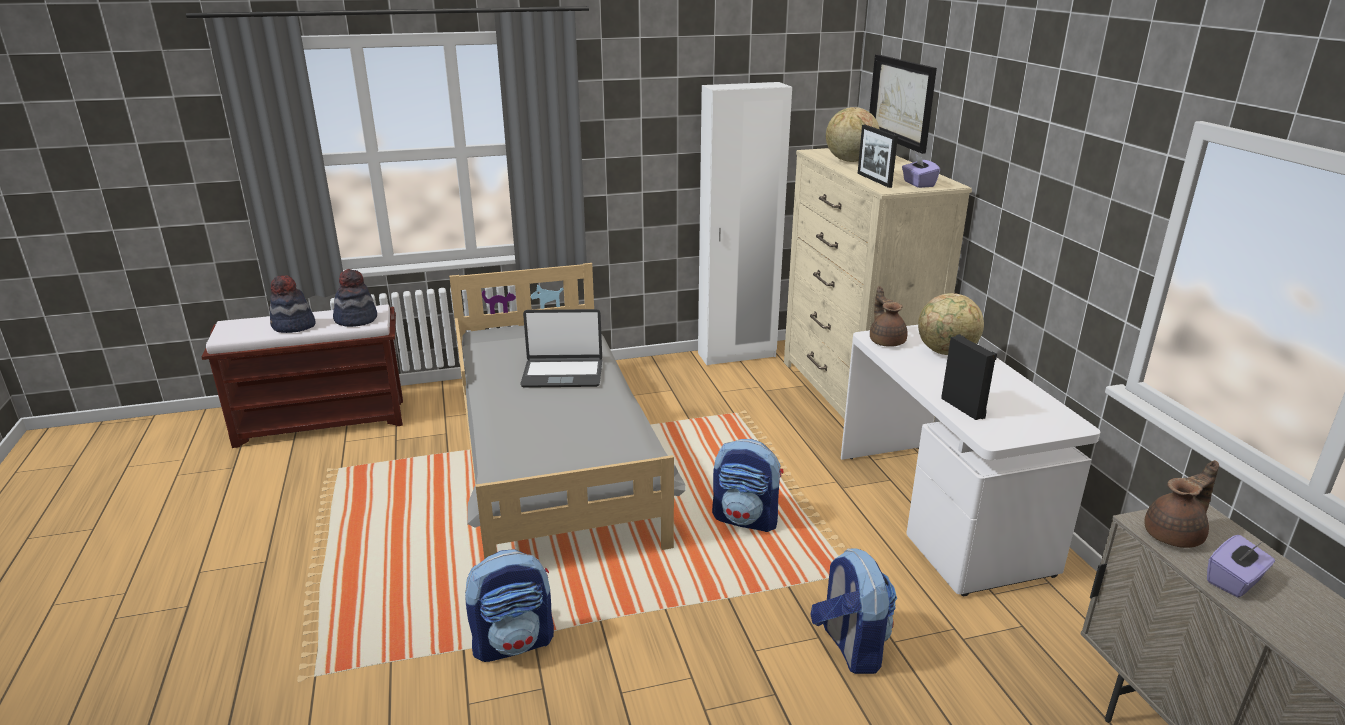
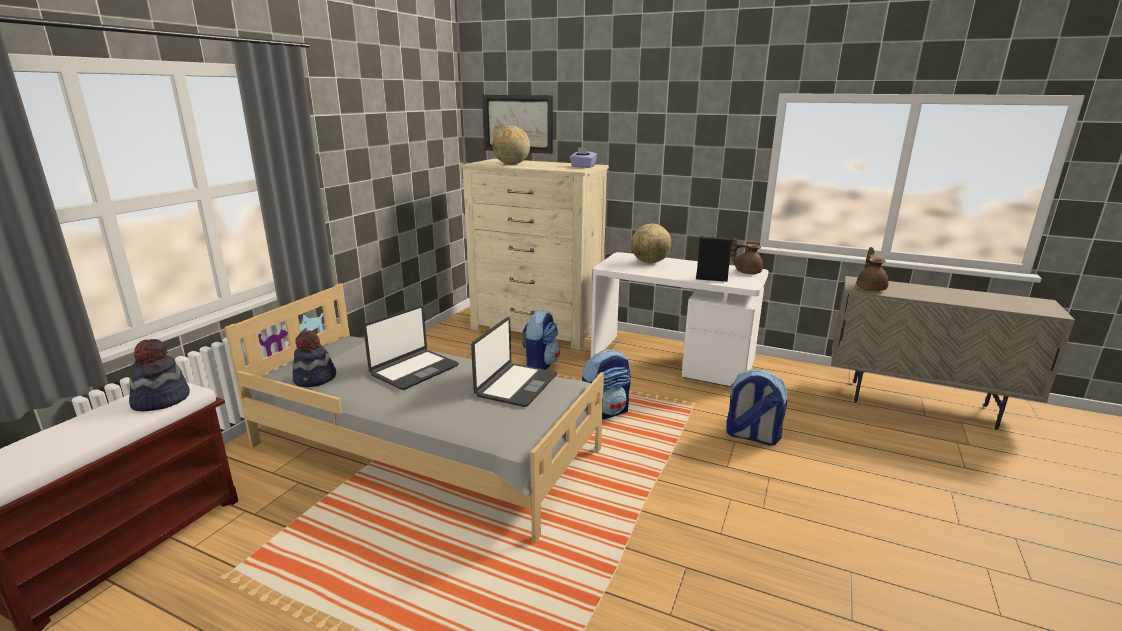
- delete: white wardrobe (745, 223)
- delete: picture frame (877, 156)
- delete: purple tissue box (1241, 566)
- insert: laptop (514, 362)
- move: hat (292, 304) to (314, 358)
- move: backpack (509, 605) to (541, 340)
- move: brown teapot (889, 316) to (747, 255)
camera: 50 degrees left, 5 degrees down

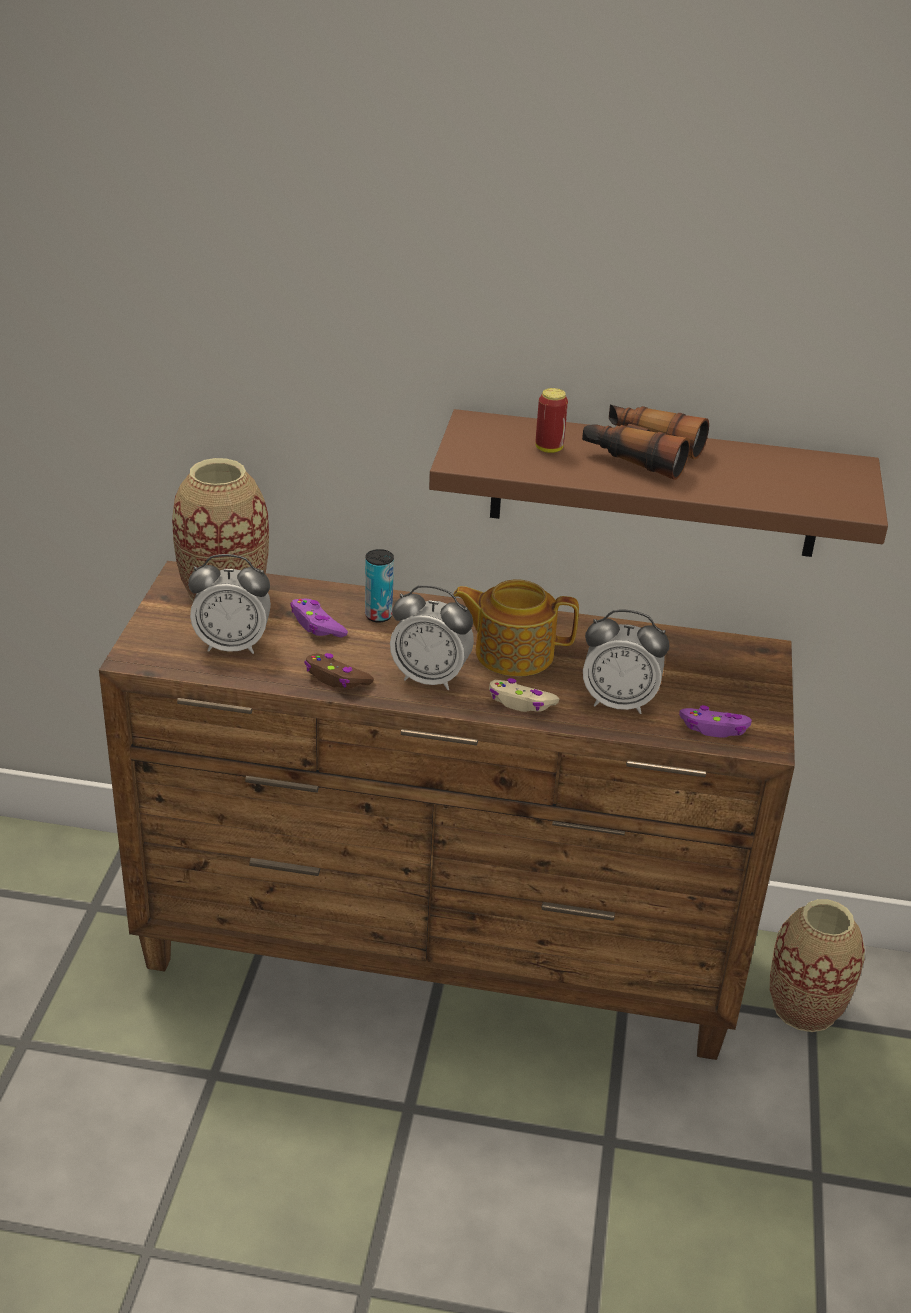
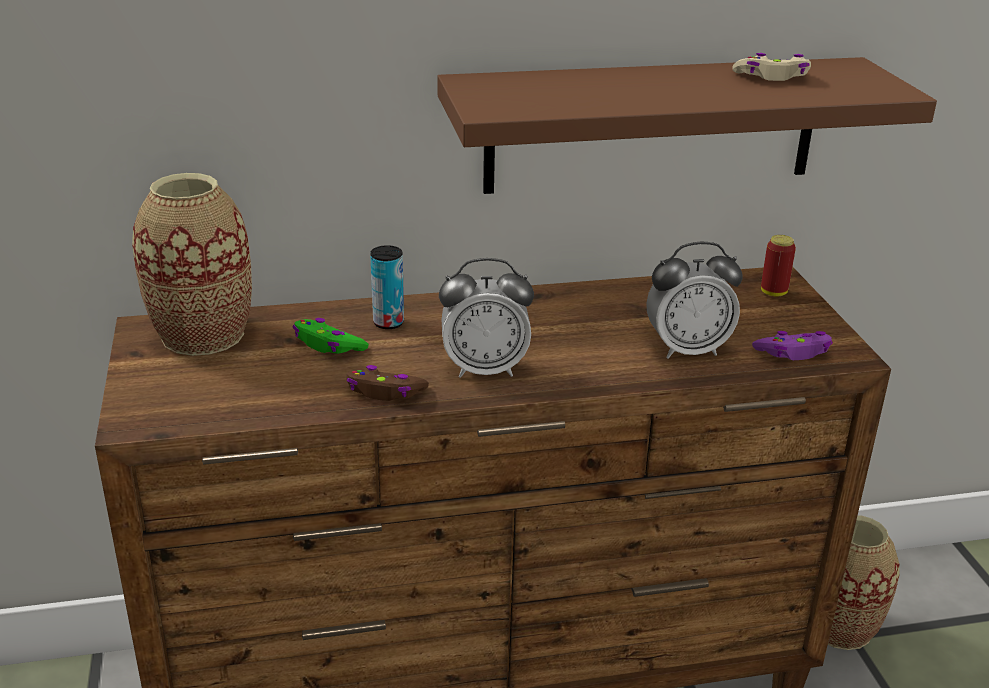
- delete: alarm clock (229, 604)
- delete: teapot (516, 628)
- delete: binoculars (645, 442)
- move: beige game controller (524, 695) to (772, 67)
- move: can (551, 420) to (778, 266)
- recolor: purple game controller (319, 618) to green game controller (330, 336)
camera: 20 degrees left, 5 degrees down

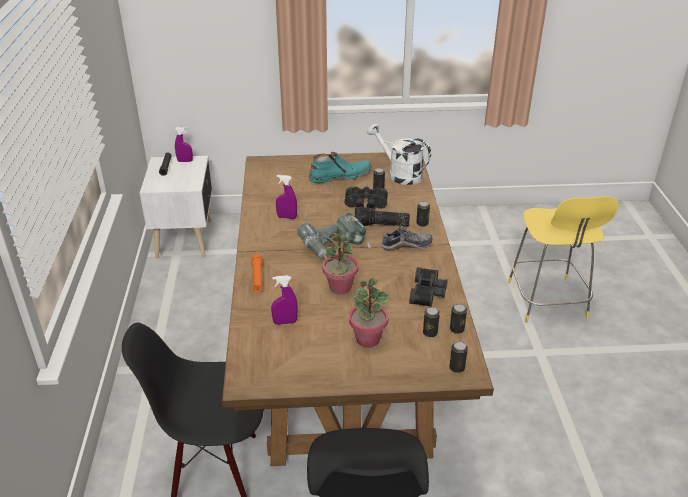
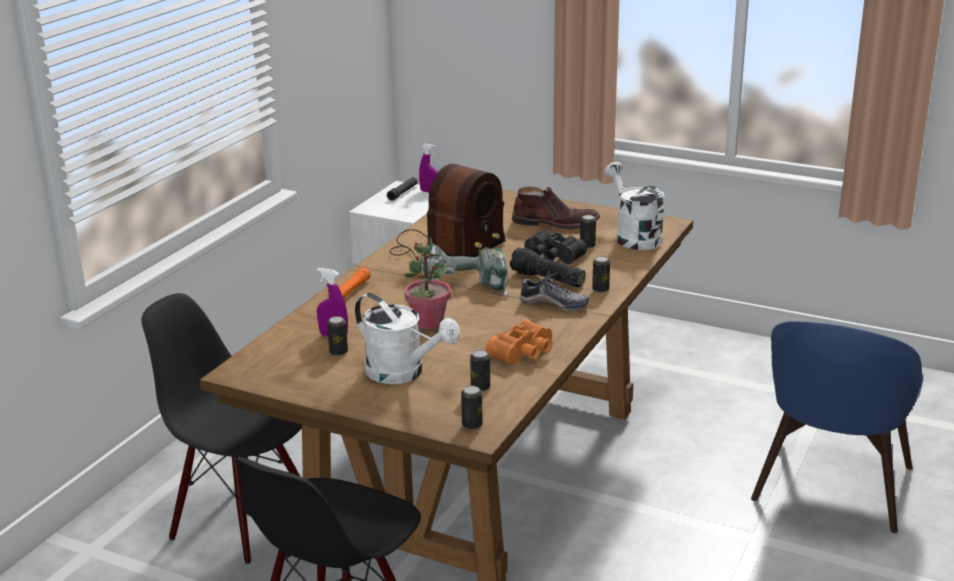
- move: can (458, 319) to (337, 336)
- replace: purple spray bottle (286, 197) to radio (447, 212)
- replace: potted plant (369, 313) to white watering can (407, 338)
- replace: yellow stool (563, 259) to blue chair (837, 427)
- recolor: turquoise boot (340, 167) to brown boot (556, 208)
- recolor: black binoculars (428, 287) to orange binoculars (519, 342)
camera: 30 degrees right, 10 degrees down

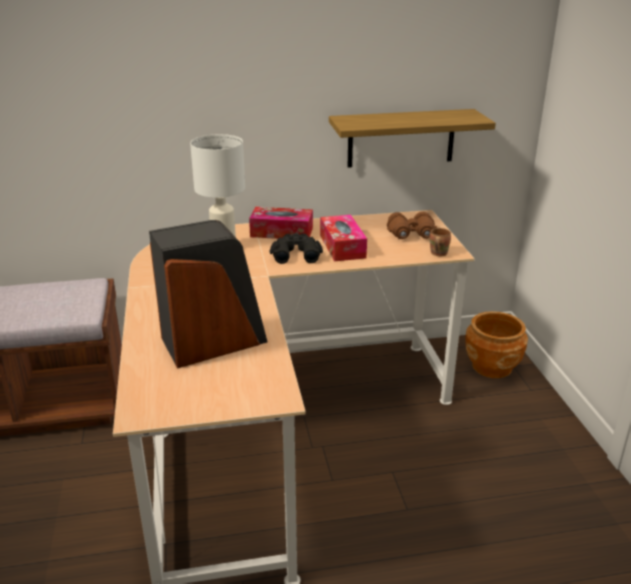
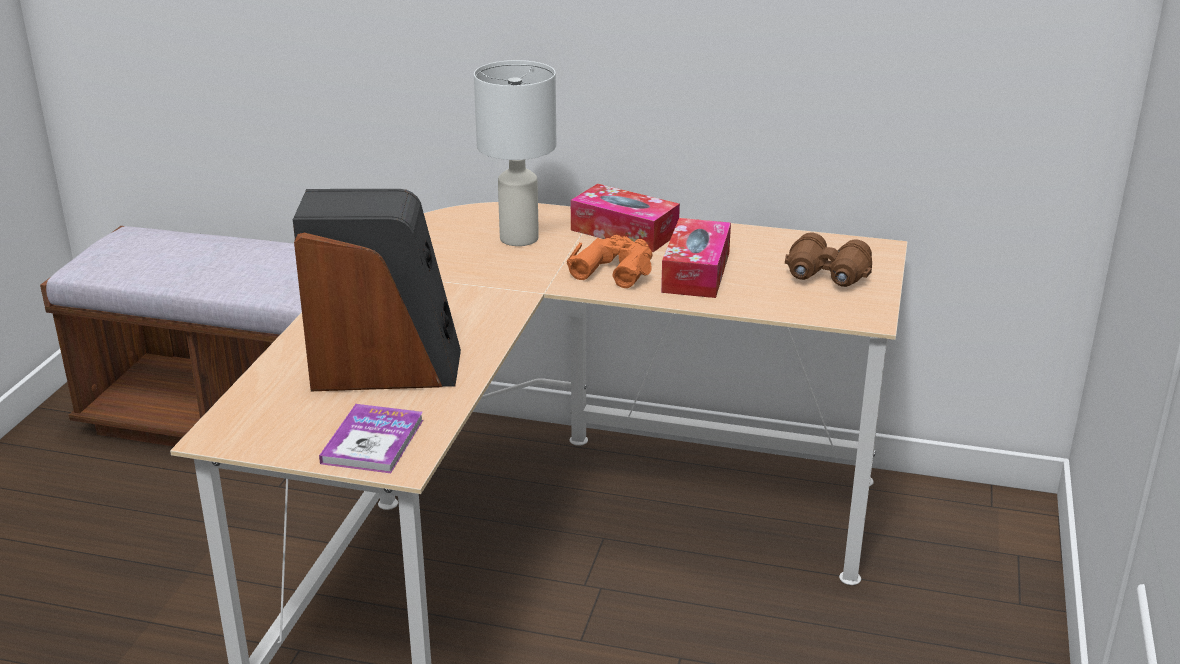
- delete: shelf (412, 138)
- delete: brown mug (440, 242)
- delete: brown planter (496, 344)
- insert: book (371, 438)
- recolor: black binoculars (296, 248) to orange binoculars (609, 261)
camera: 25 degrees right, 0 degrees up

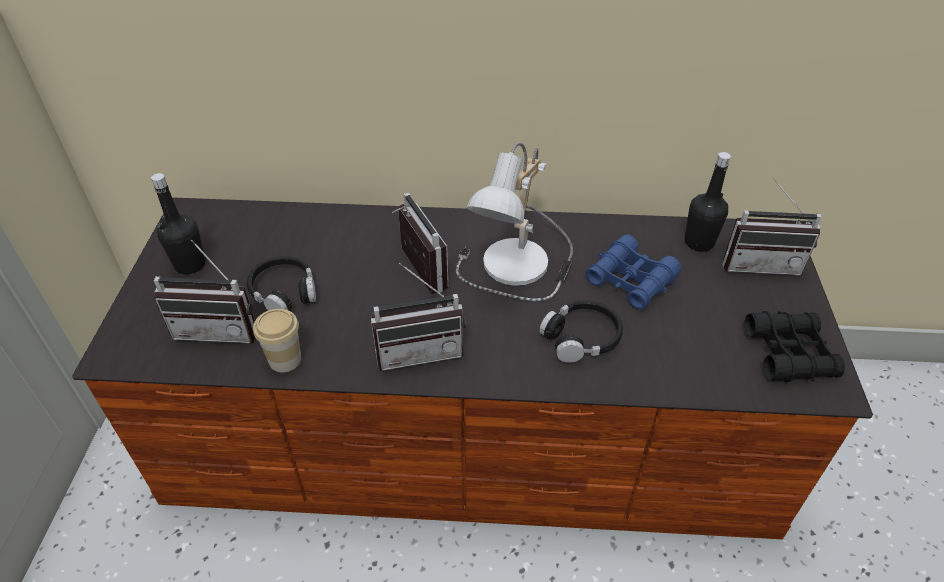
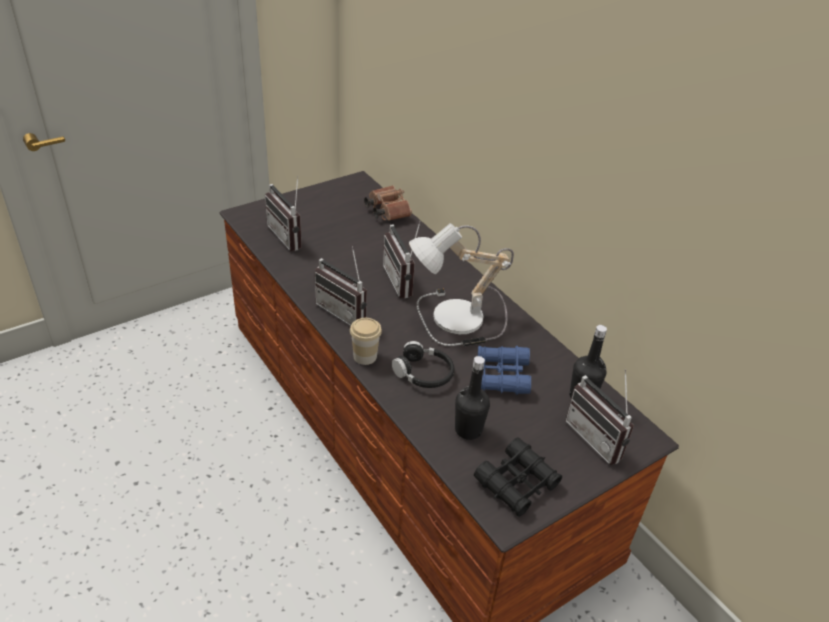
- delete: black headphones (281, 283)
- insert: brown binoculars (388, 203)
- move: black bottle (178, 223) to (472, 398)
- move: cup (277, 340) to (366, 341)
- rotate: radio (420, 243) = (401, 259) 135 degrees clockwise
camera: 50 degrees right, 5 degrees down

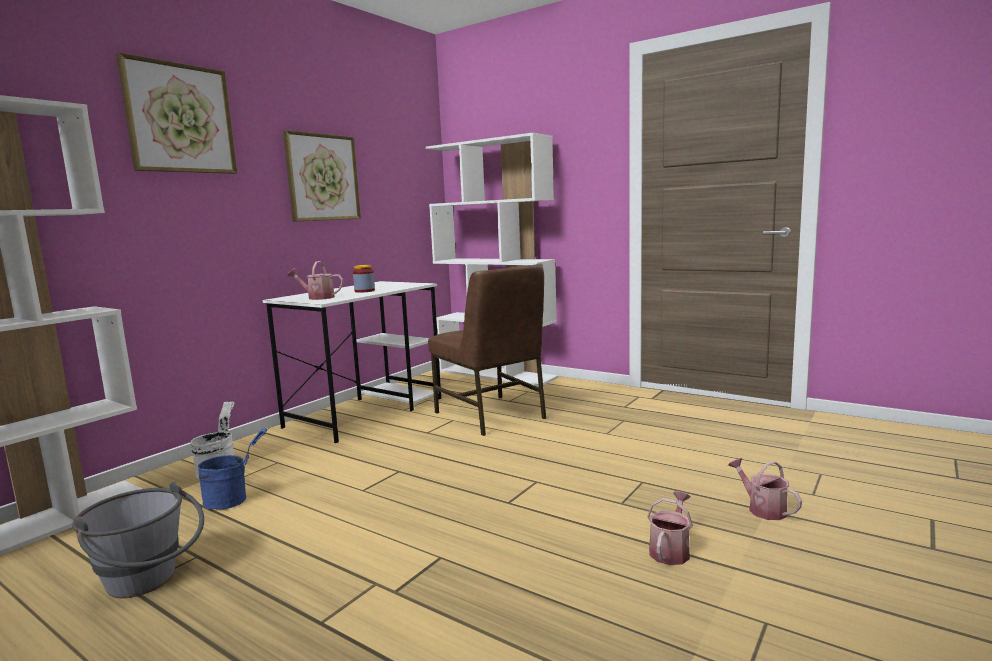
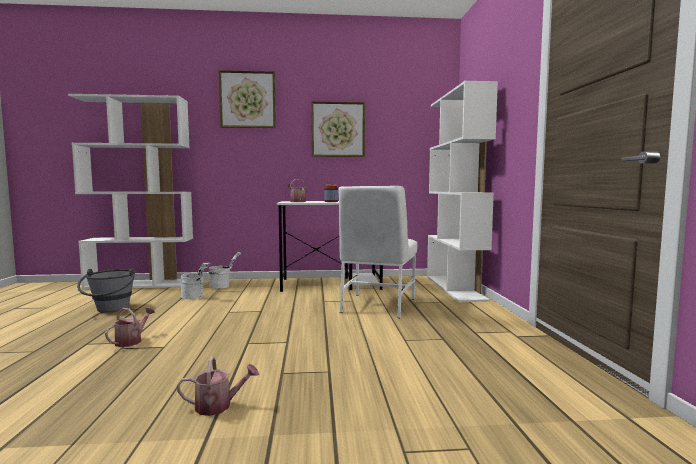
- move: watering can (765, 489) to (130, 327)
- recolor: blue bucket (233, 469) to white bucket (195, 280)
- recolor: brown chair (487, 350) to white chair (377, 252)
camera: 50 degrees right, 5 degrees down

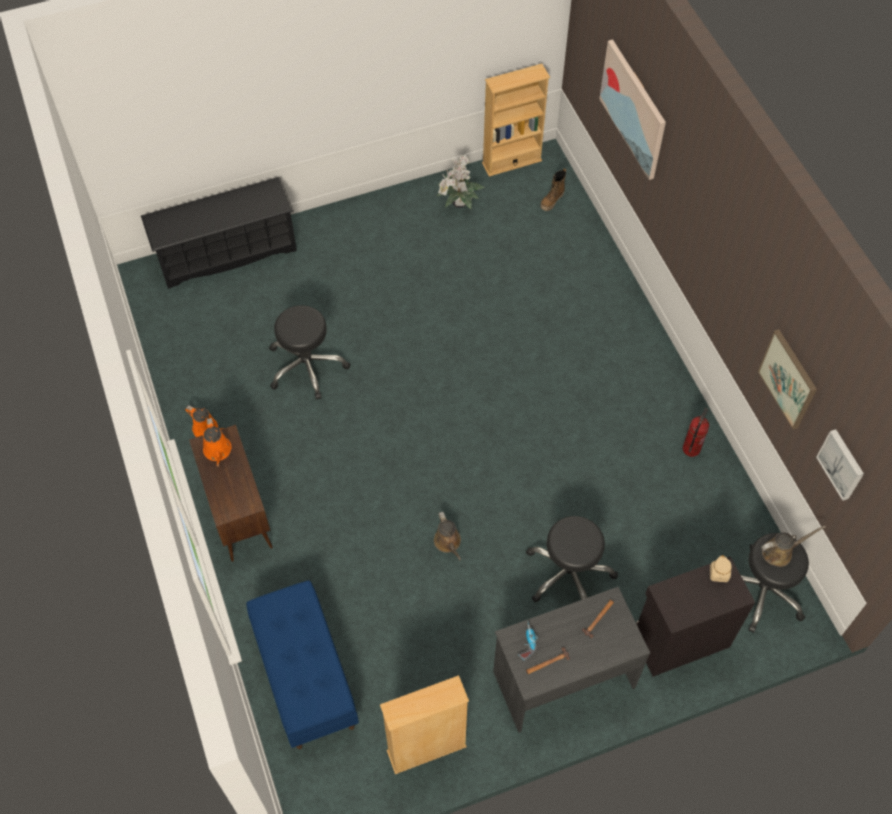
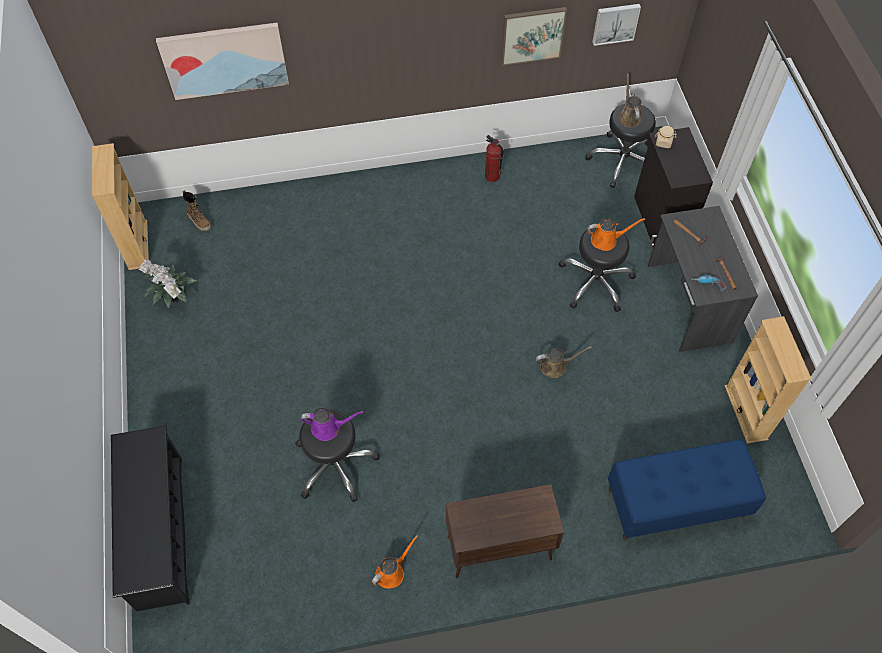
- insert: purple watering can (332, 424)
- move: orange watering can (217, 442) to (616, 234)
camera: 80 degrees left, 0 degrees up

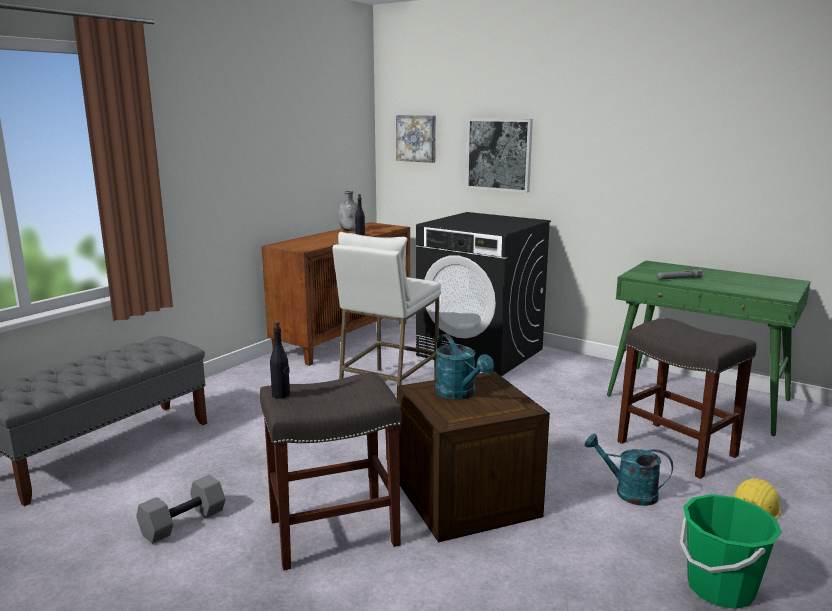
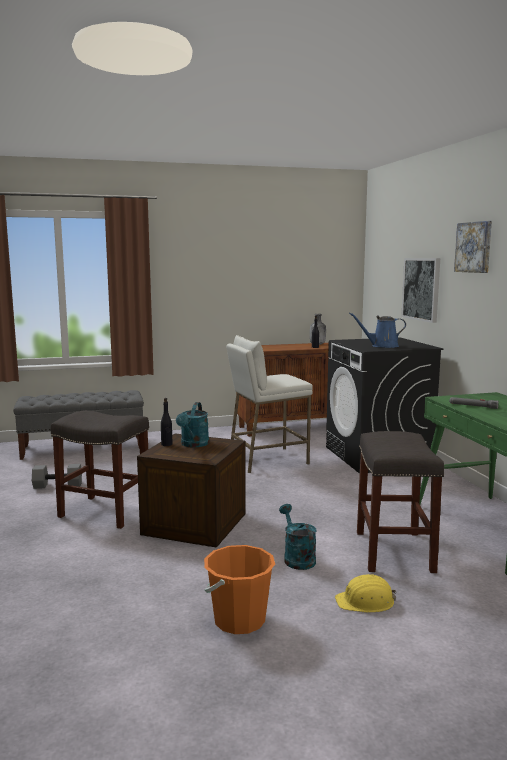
- insert: blue watering can (377, 330)
- move: black bottle (280, 359) to (166, 422)
- move: picture (416, 139) to (473, 247)
- recolor: green bucket (731, 551) to orange bucket (239, 589)
camera: 40 degrees right, 5 degrees down

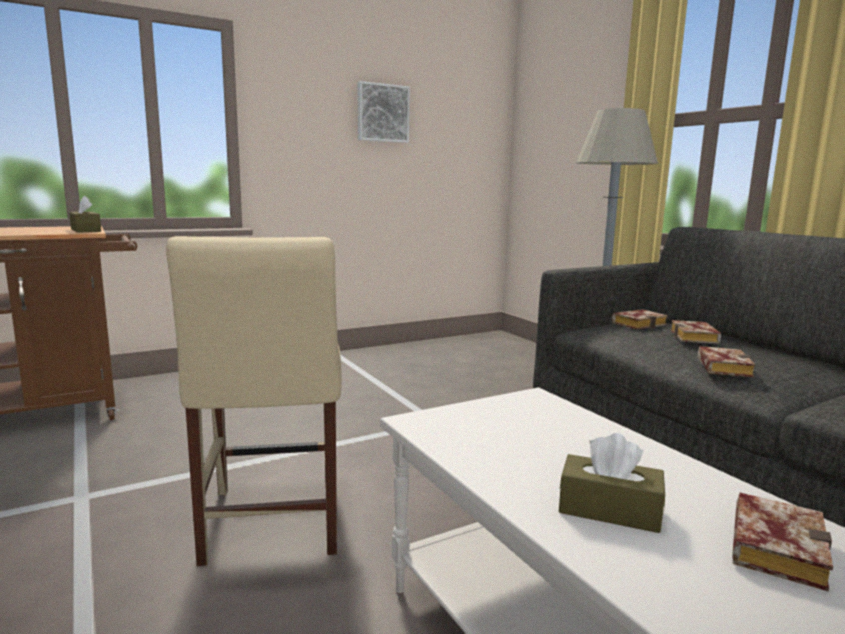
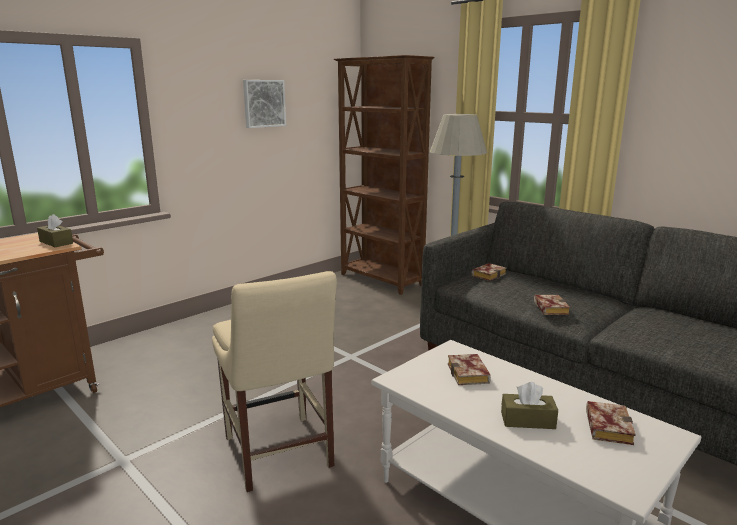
- insert: brown bookcase (384, 175)
- move: book (696, 332) to (469, 369)
camera: 15 degrees left, 5 degrees up

